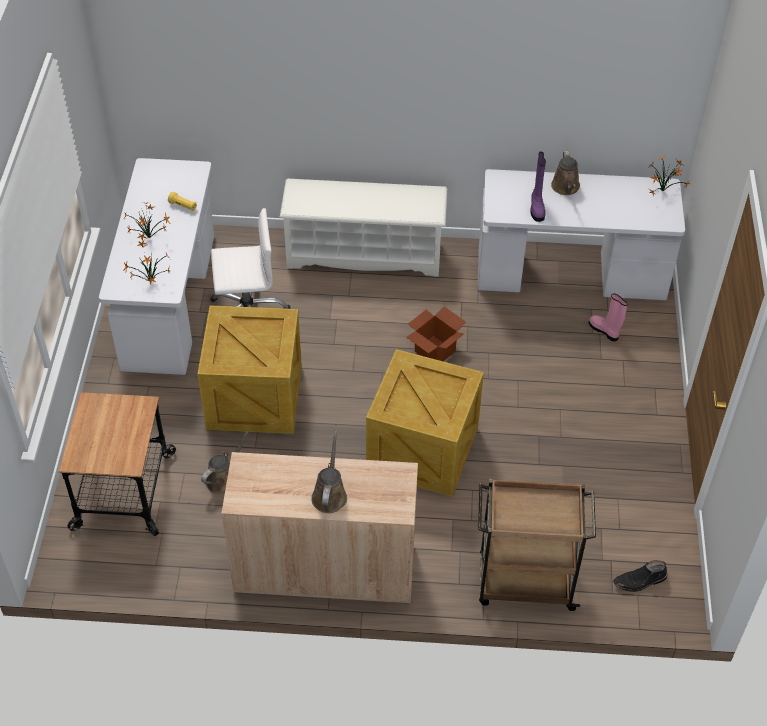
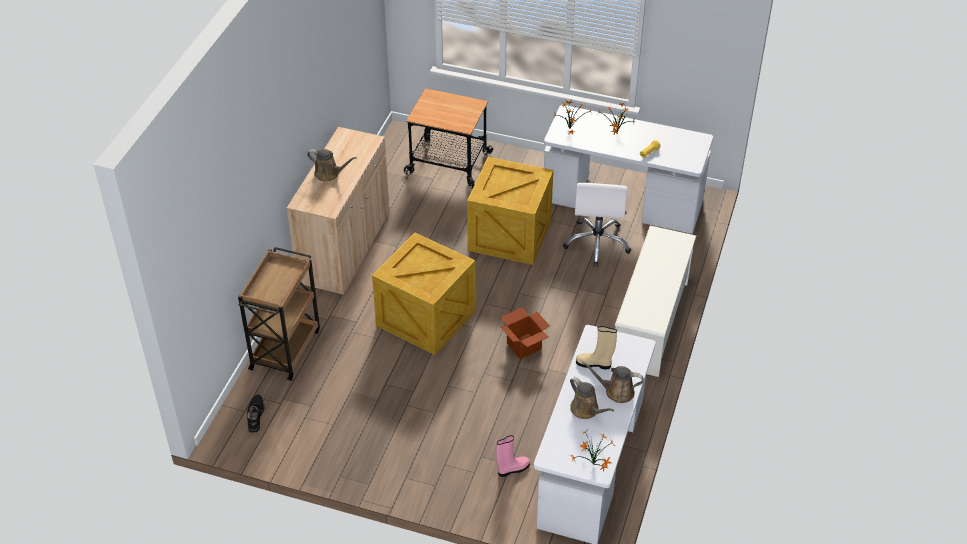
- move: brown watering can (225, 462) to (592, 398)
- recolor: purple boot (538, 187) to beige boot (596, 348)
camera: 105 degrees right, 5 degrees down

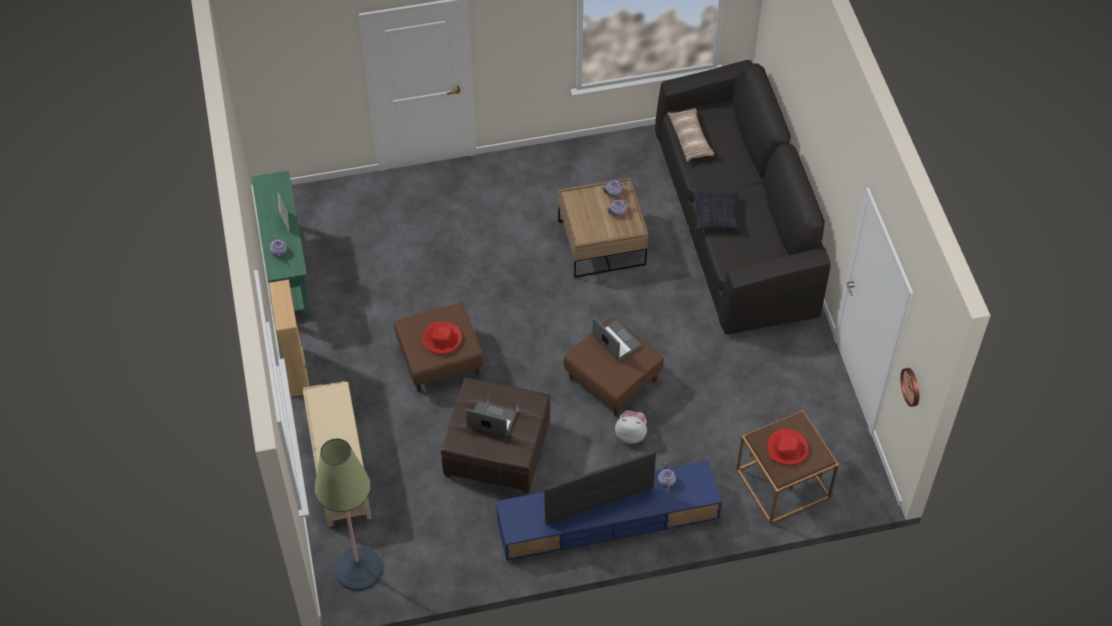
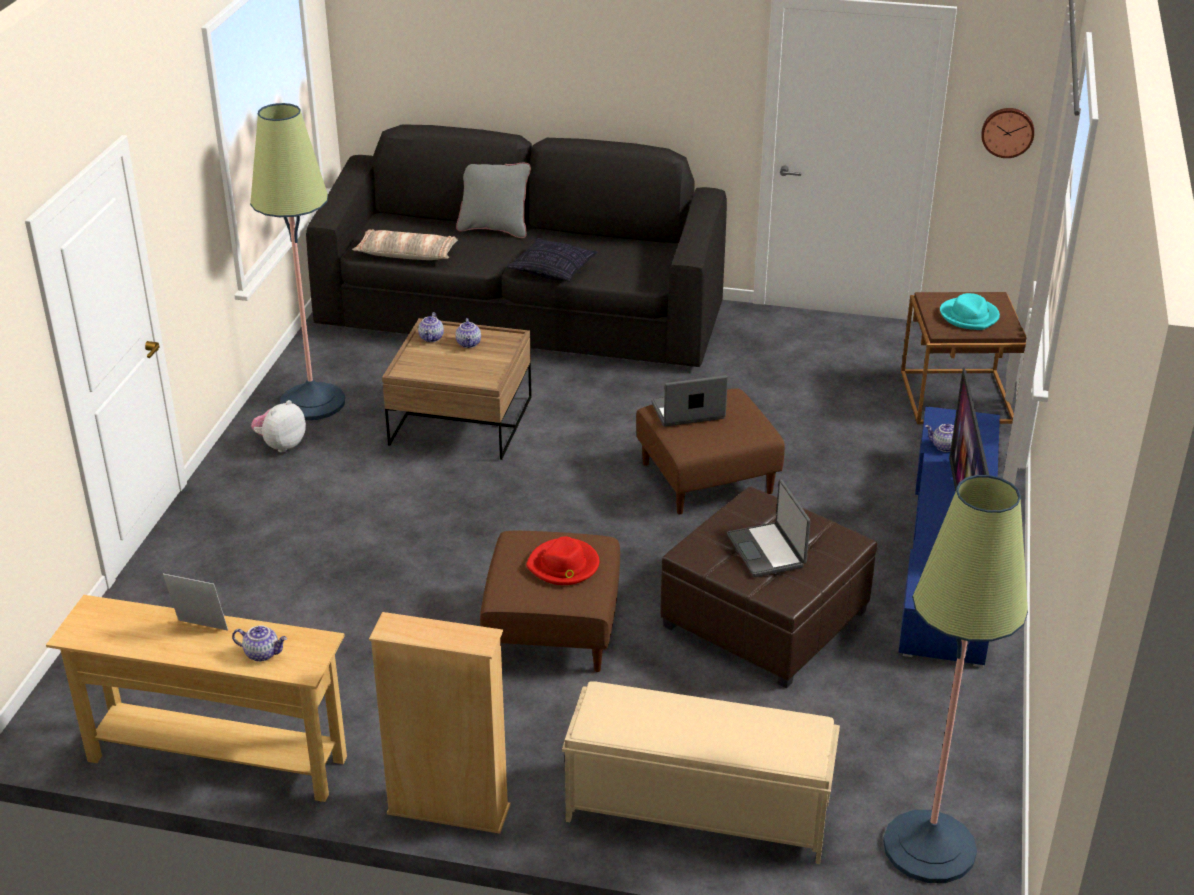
- insert: floor lamp (297, 261)
- insert: grey pillow (493, 200)
- move: plush toy (631, 427) to (278, 426)
- recolor: green console table (281, 245) to beige console table (196, 698)
- recolor: red hat (788, 447) to turquoise hat (970, 311)
- rotate: laptop (491, 419) = (768, 528) 60 degrees counterclockwise
camera: 65 degrees left, 20 degrees down

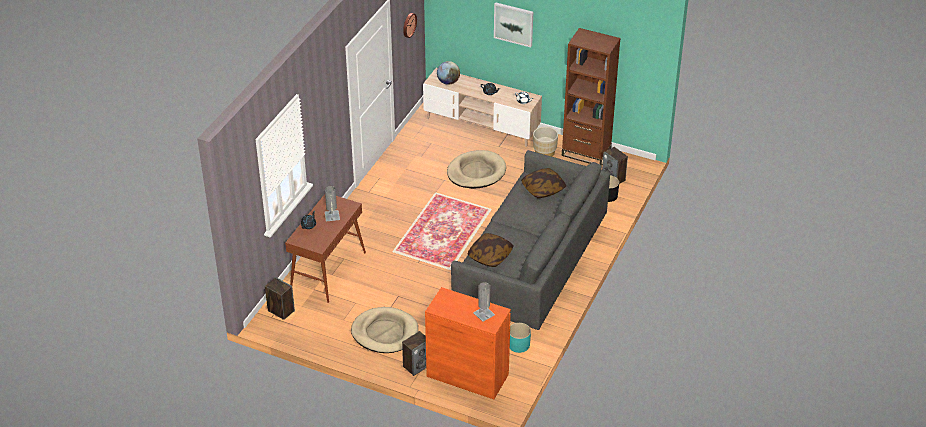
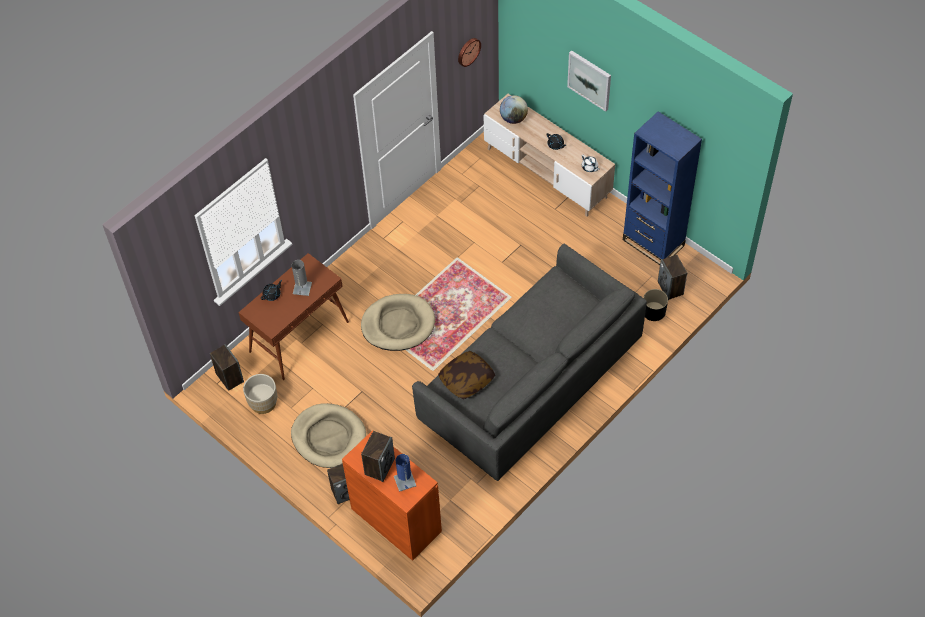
- delete: turquoise planter (520, 338)
- delete: pillow (543, 183)
- insert: speaker (378, 456)
- move: beige dog bed (476, 169) to (398, 322)
- move: beige planter (545, 142) to (260, 394)
- recolor: grey table lamp (484, 302) to blue table lamp (405, 473)
- recolor: brown bookcase (591, 97) to blue bookcase (662, 188)
camera: 20 degrees right, 15 degrees up

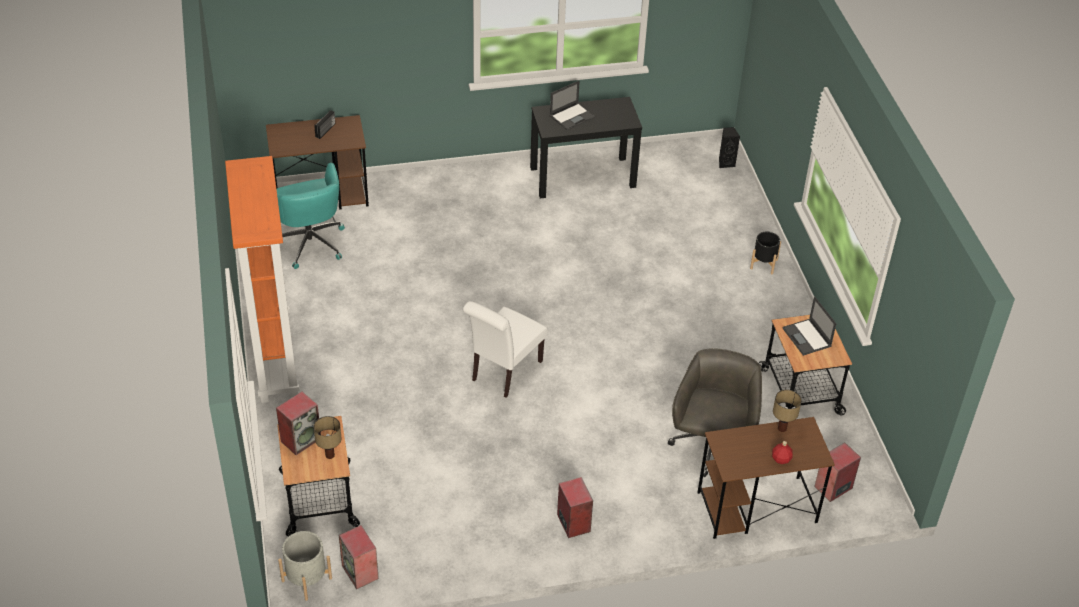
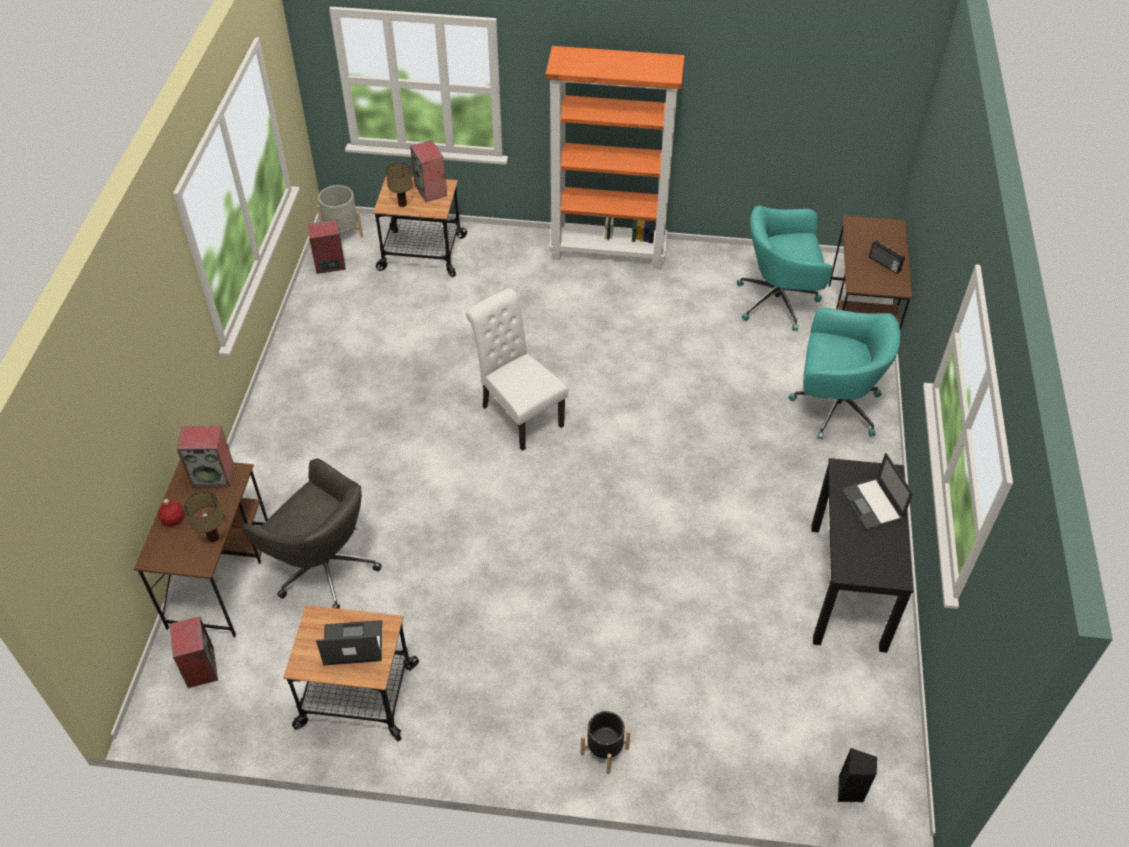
- insert: turquoise office chair (844, 374)
- move: speaker (575, 507) to (205, 457)
camera: 110 degrees right, 5 degrees up

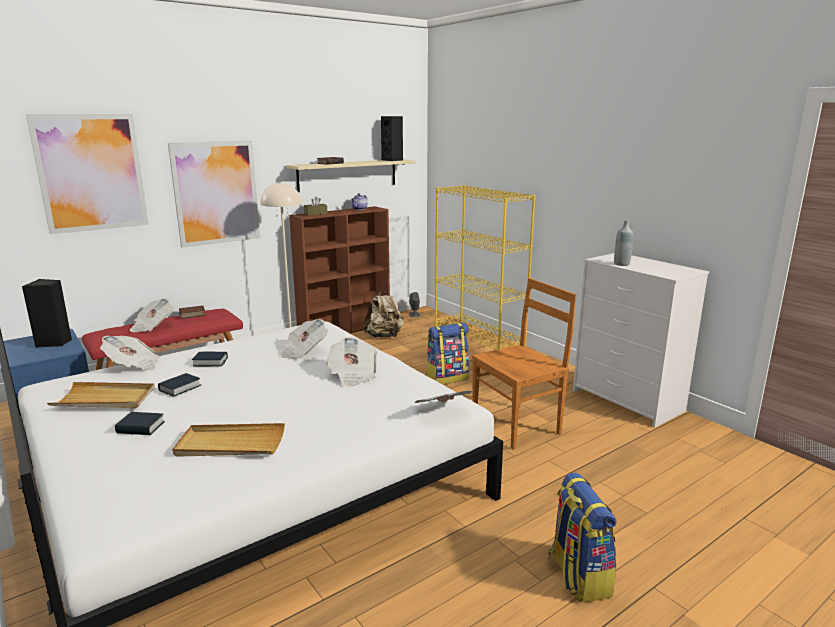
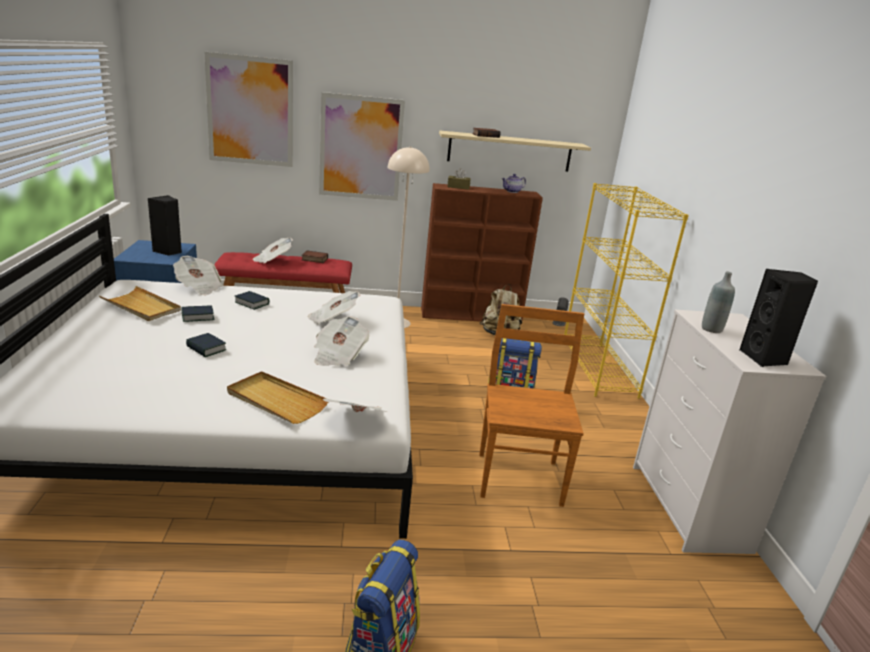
- move: book (140, 423) to (206, 345)
- move: beige tray (228, 440) to (277, 397)
- move: black speaker (392, 138) to (779, 318)
- rotate: brown chair (524, 364) = (531, 405) 90 degrees counterclockwise
camera: 30 degrees right, 5 degrees up

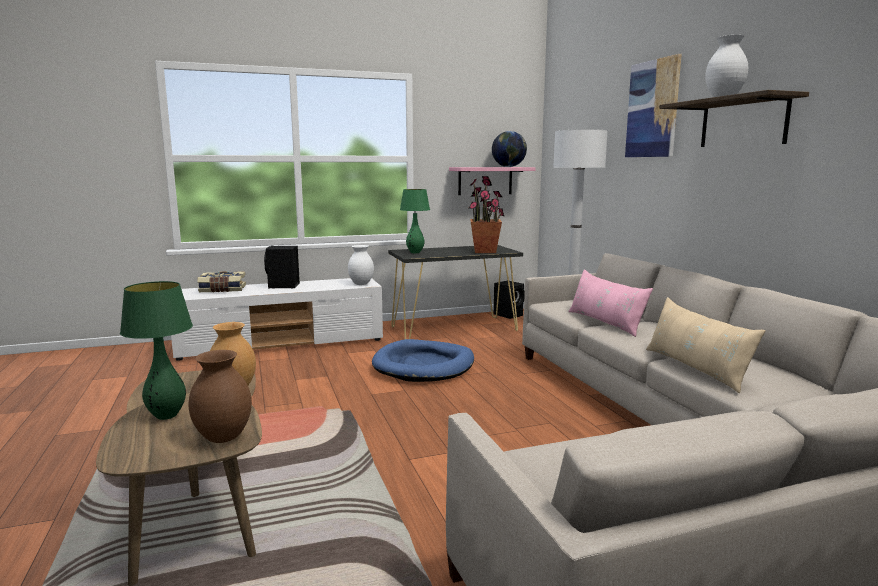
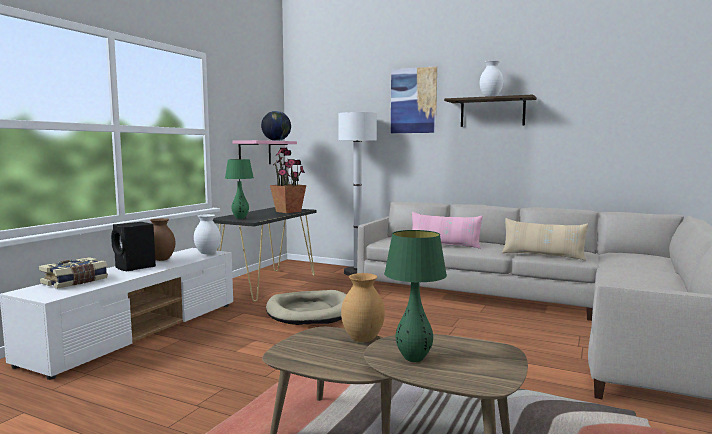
- delete: black speaker (509, 300)
- move: brown vase (220, 396) to (162, 239)
- recolor: blue dog bed (423, 360) to beige dog bed (306, 307)
camera: 45 degrees left, 5 degrees down

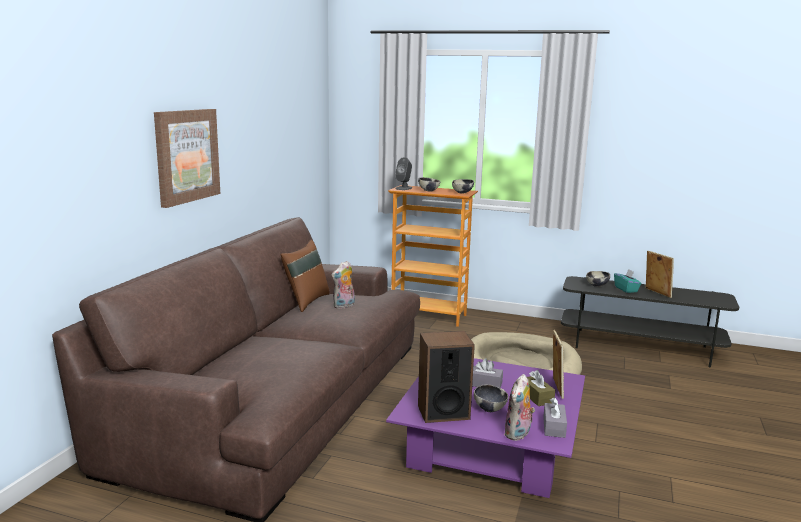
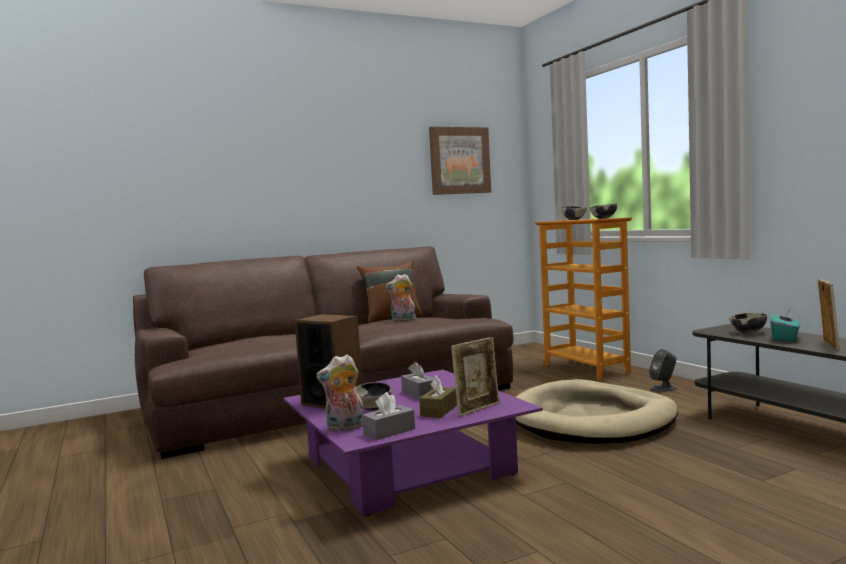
- move: picture (187, 158) to (460, 161)
- move: grey speaker (403, 173) to (663, 370)
camera: 45 degrees right, 10 degrees down

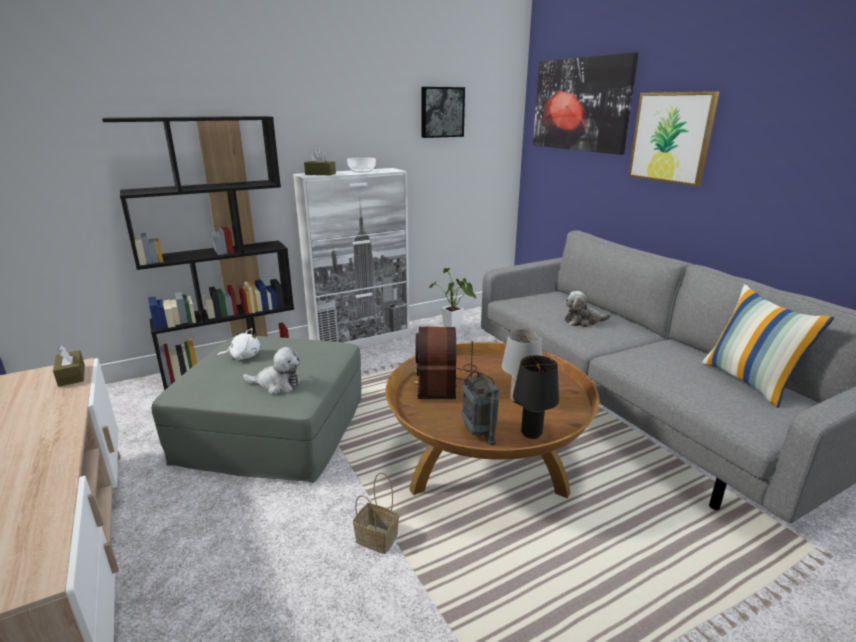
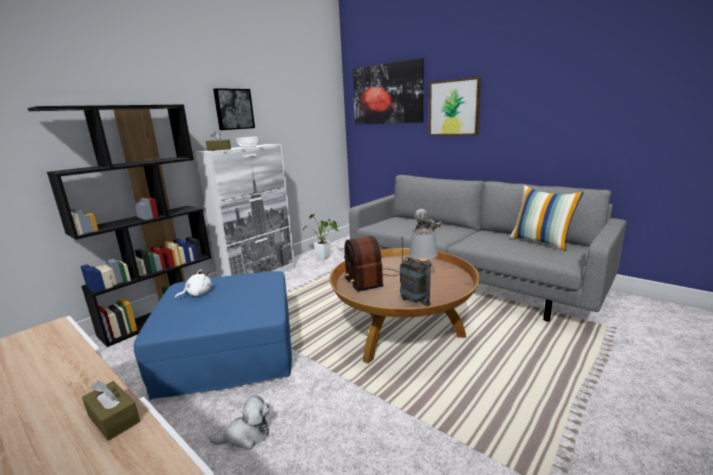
- delete: basket (376, 513)
- delete: black table lamp (536, 397)
- move: brown tissue box (69, 366) to (111, 411)
- move: plush toy (272, 370) to (239, 422)
- move: picture (443, 112) to (234, 109)
- recolor: grey ottoman (257, 409) to blue ottoman (213, 335)
camera: 20 degrees left, 5 degrees down

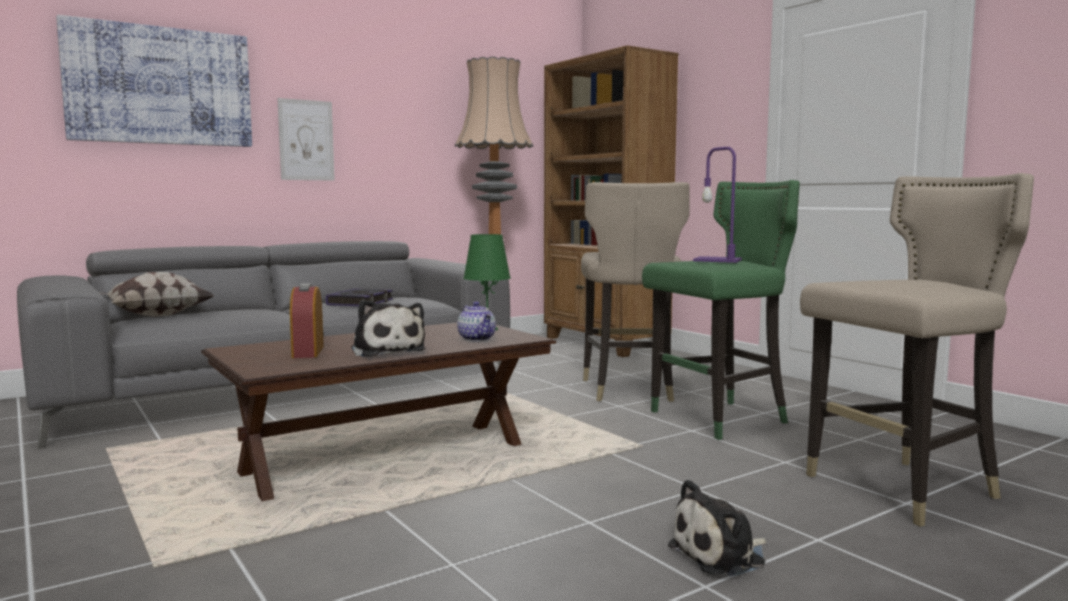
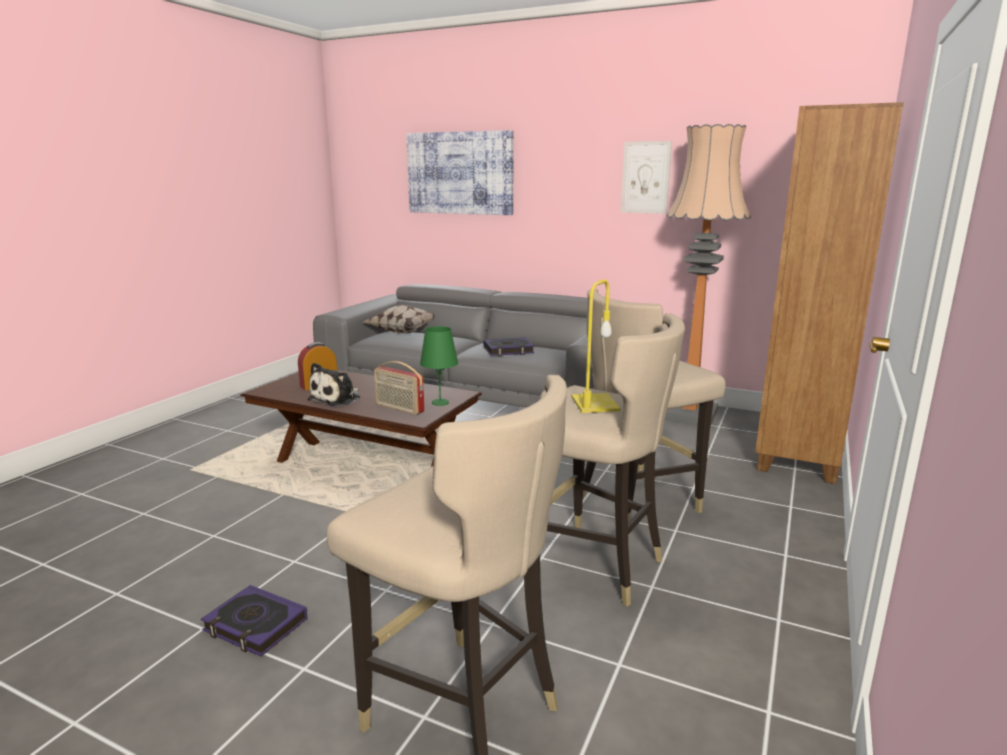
- move: picture (306, 139) to (646, 177)
- replace: teapot (476, 322) to radio (399, 388)
- replace: plush toy (717, 528) to book (254, 620)
- recolor: green stool (721, 310) to beige stool (616, 460)
- recolor: purple table lamp (717, 205) to yellow table lamp (596, 346)
camera: 60 degrees right, 10 degrees up

